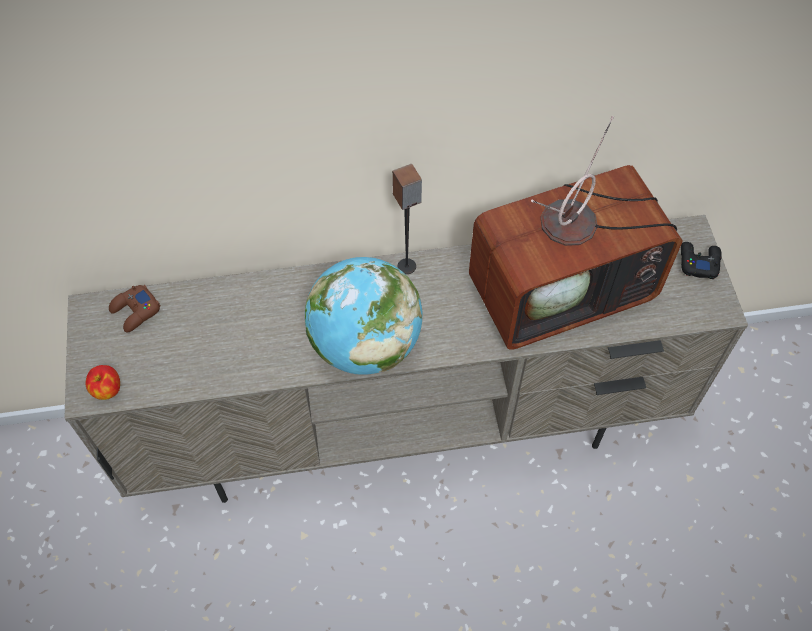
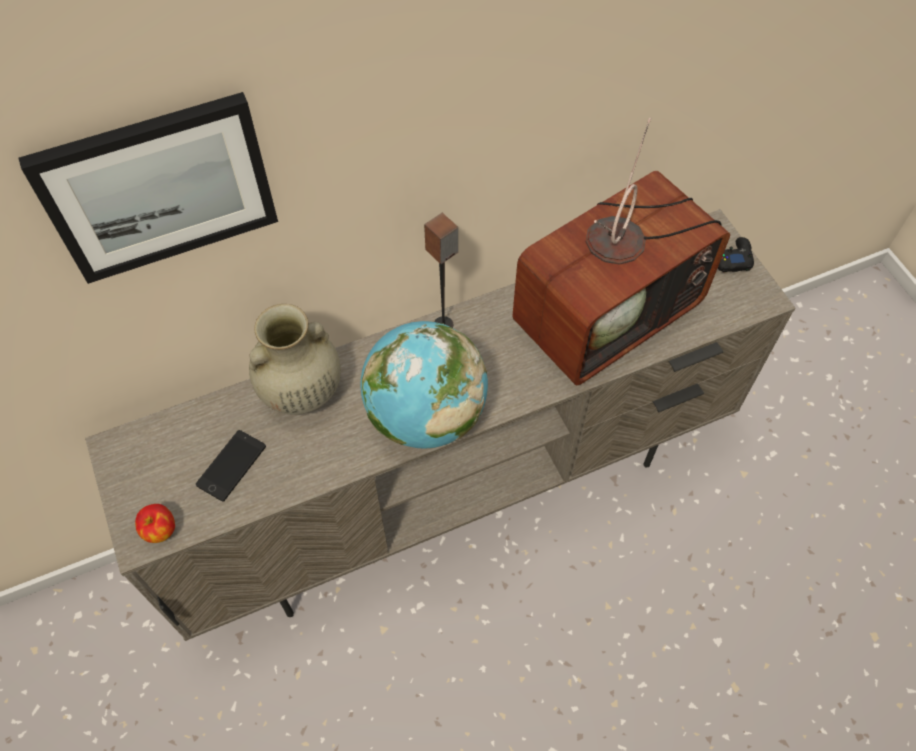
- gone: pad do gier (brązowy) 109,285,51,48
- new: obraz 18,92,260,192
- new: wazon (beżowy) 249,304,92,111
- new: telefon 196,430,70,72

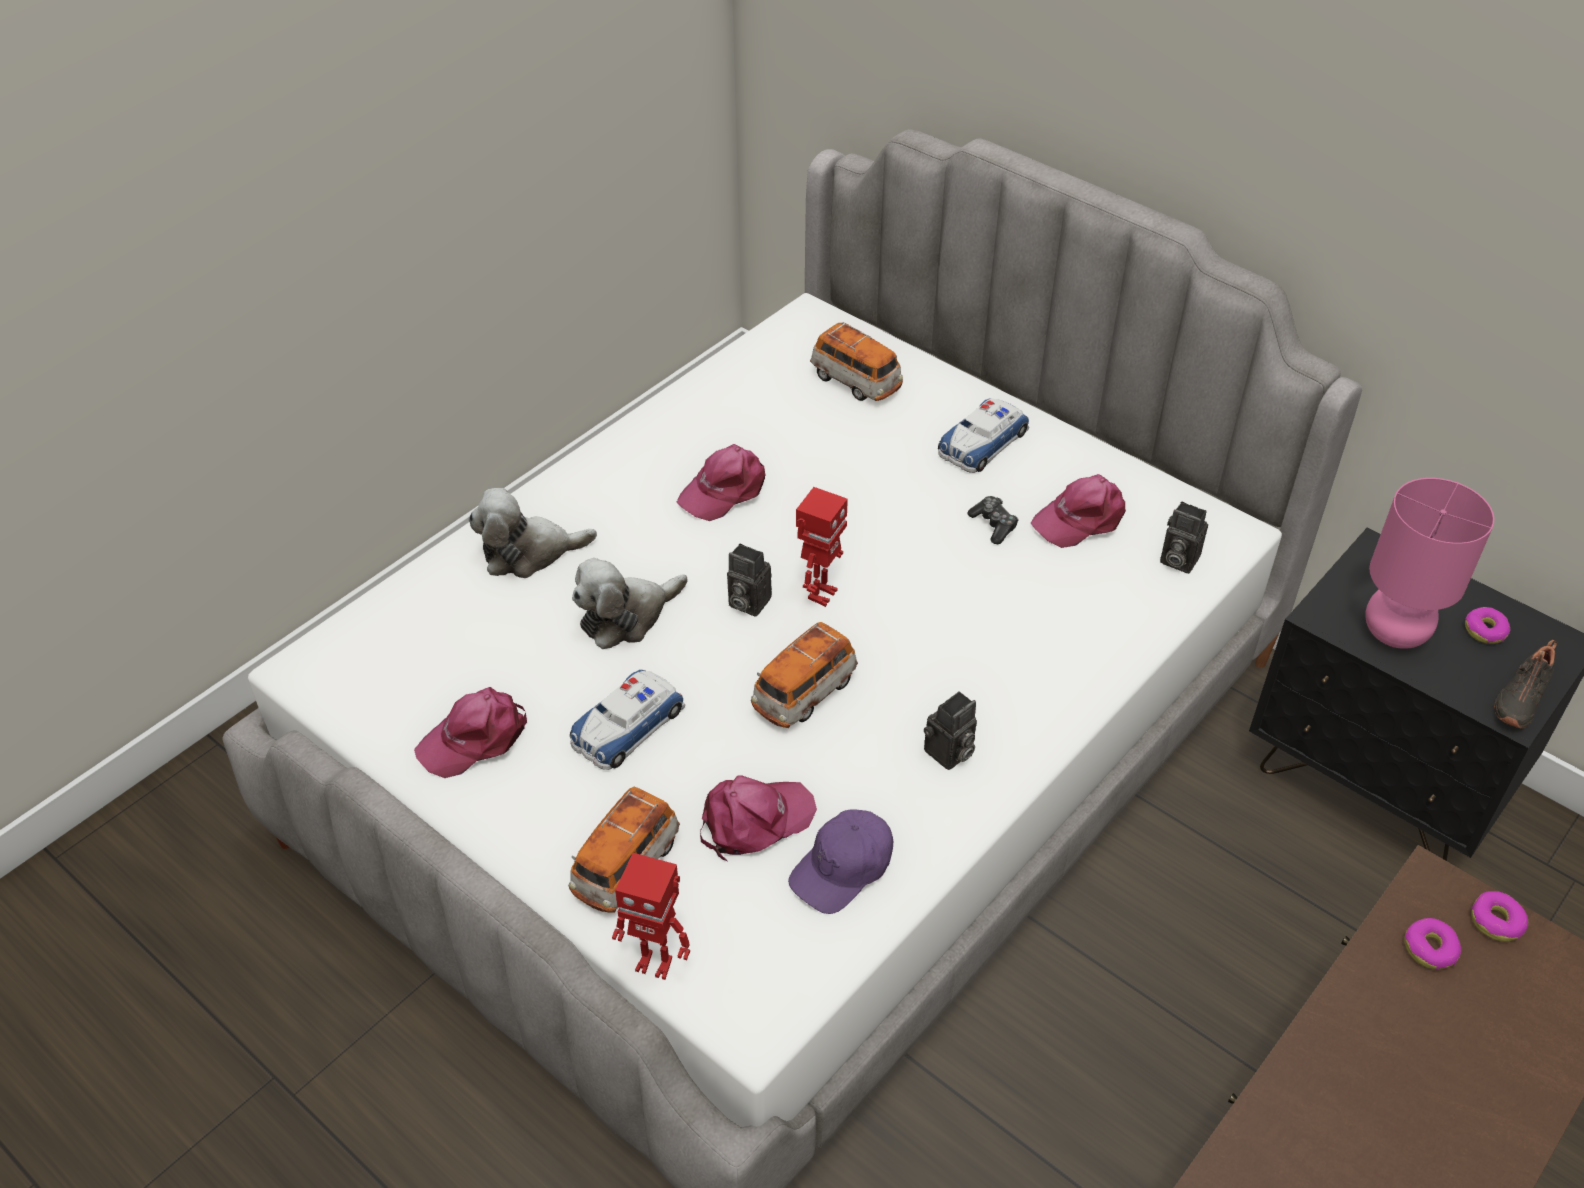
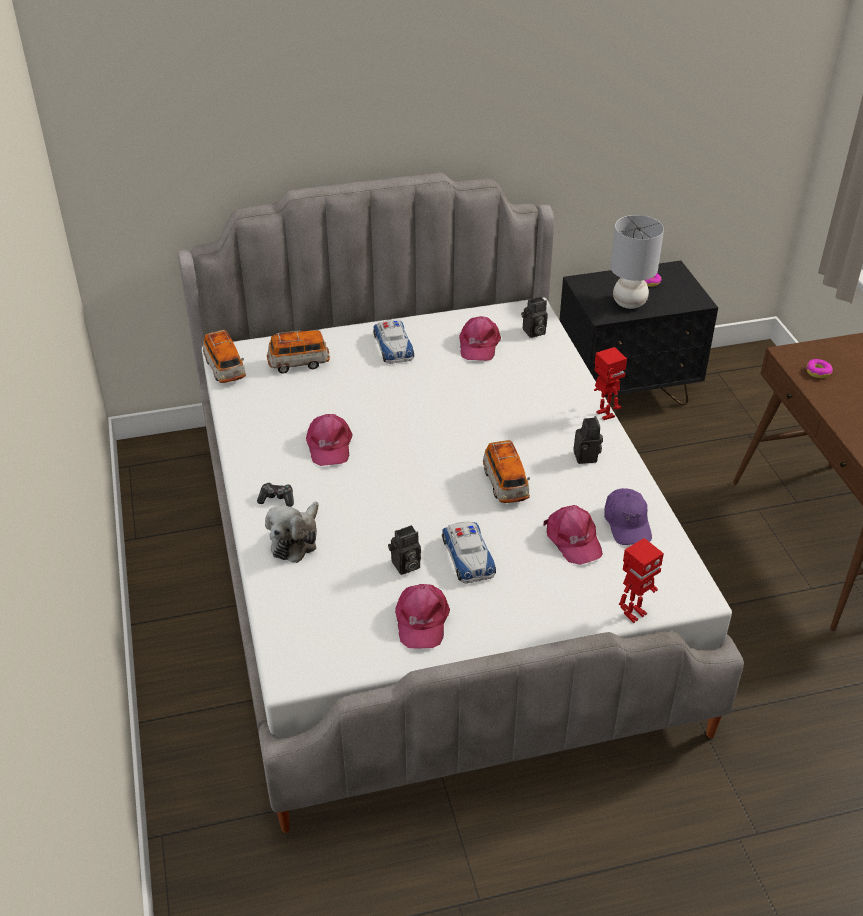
- repainted: lampa stołowa (różowy) 1365,478,129,171 to lampa stołowa (szary) 610,215,54,94
- shifted: robot zabawkowy 796,487,52,120 to 594,347,33,73
- shifted: pad do gier 967,496,52,48 to 257,483,37,24
- shifted: aparat fotograficzny 727,544,45,73 to 388,525,33,50
- gone: pluszak 572,558,116,91
- gone: but (czarny) 1494,640,63,88
- rotated: czapka z daszkiem (różowy) 700,775,117,86 = 543,505,60,60 150 degrees clockwise
- shifted: samochodzik 569,787,111,126 to 203,330,43,53
- gone: donut 1471,891,57,51

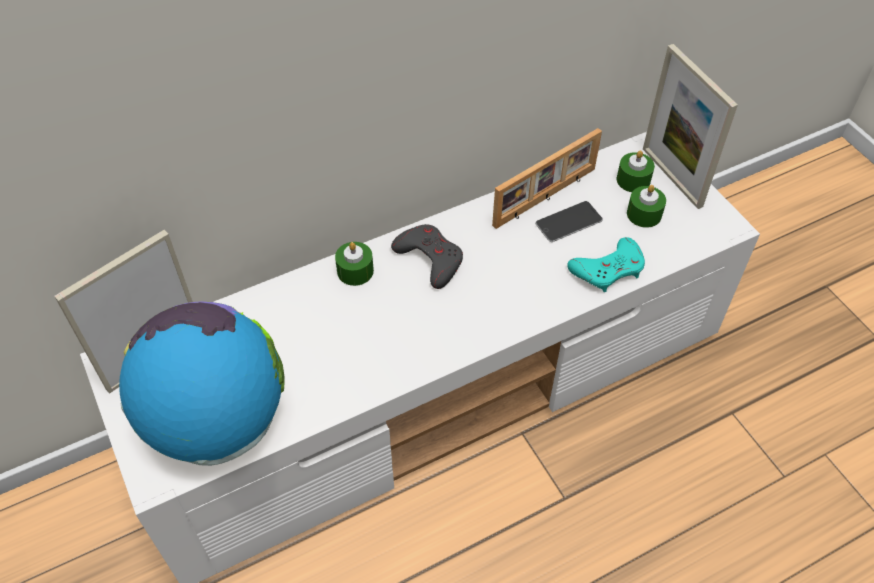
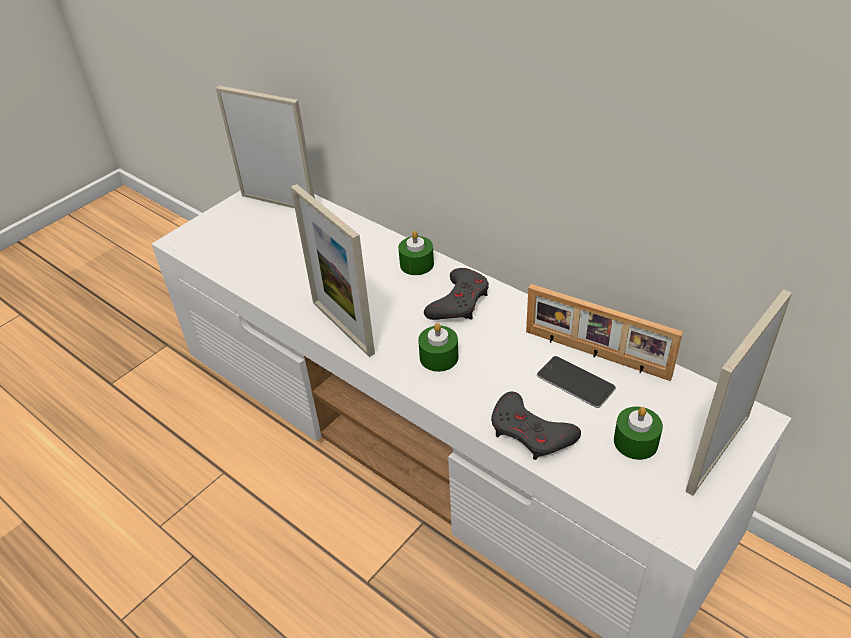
- shifted: świeca (zielony) 617,150,38,42 to 418,323,40,49
- repainted: pad do gier (turkusowy) 567,237,78,55 to pad do gier (szary) 491,391,90,69
- gone: globus 119,301,166,165
- new: ramka na zdjęcie 291,184,84,173

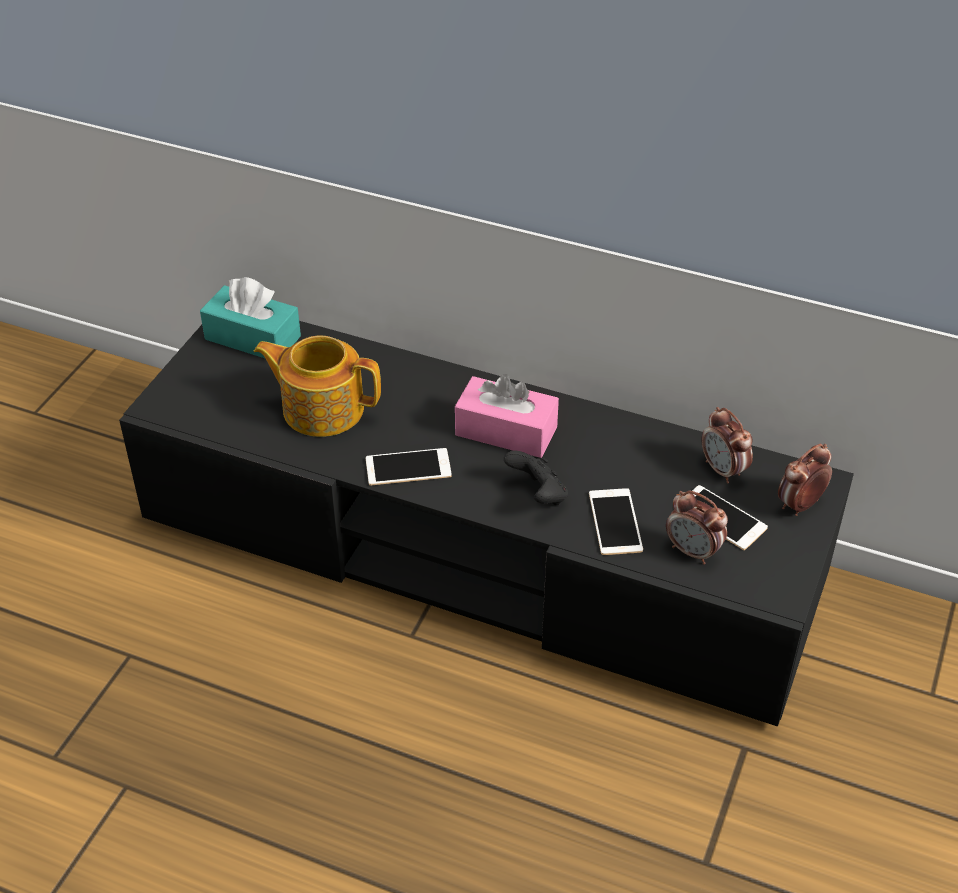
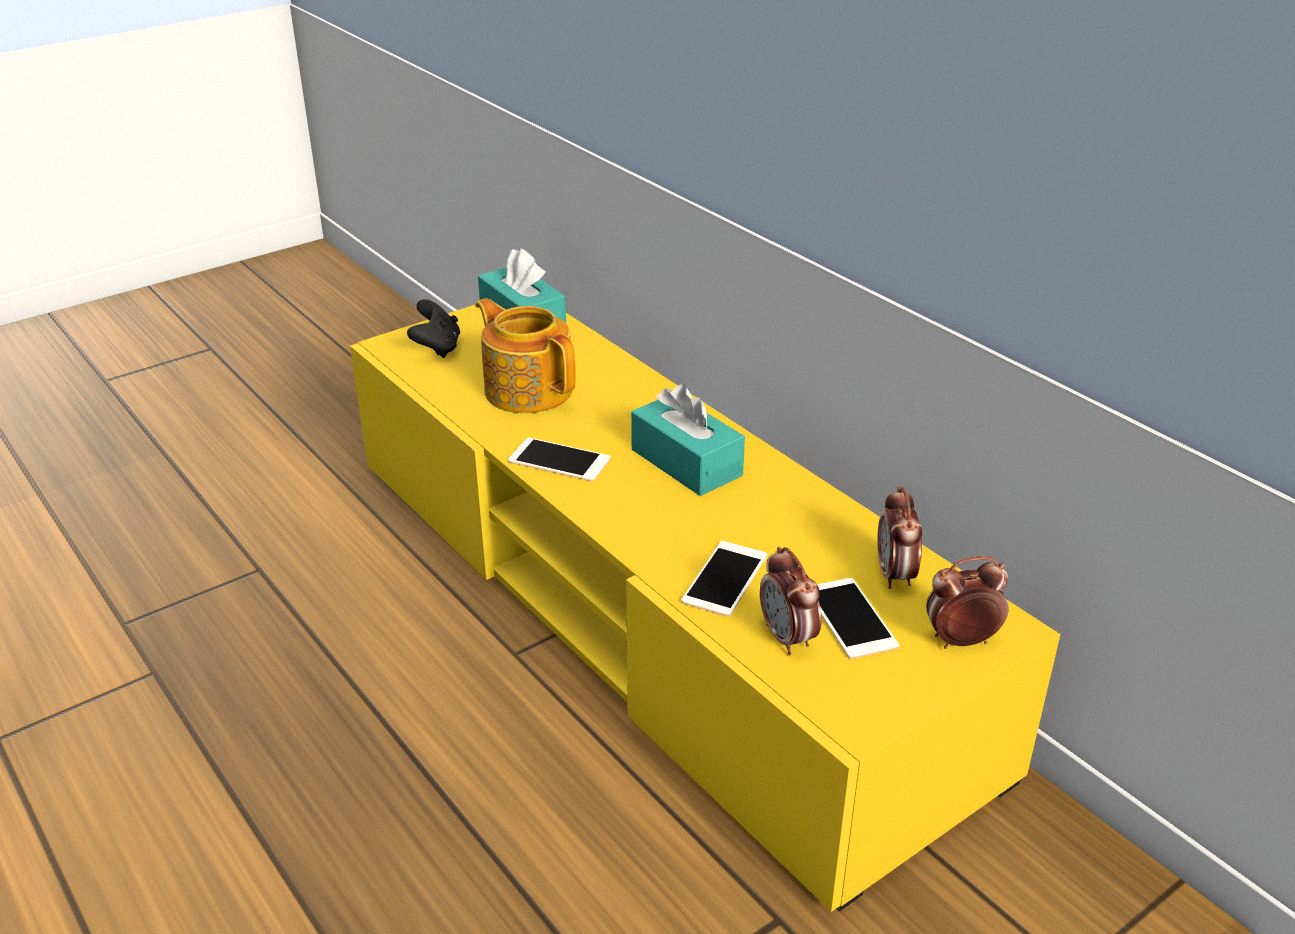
- repainted: szafka pod telewizor (czarny) 119,321,735,406 to szafka pod telewizor (żółty) 350,304,710,608
- repainted: pudełko chusteczek (różowy) 455,374,104,84 to pudełko chusteczek (turkusowy) 631,384,114,112
- shifted: pad do gier (czarny) 504,450,64,55 to 407,299,53,59

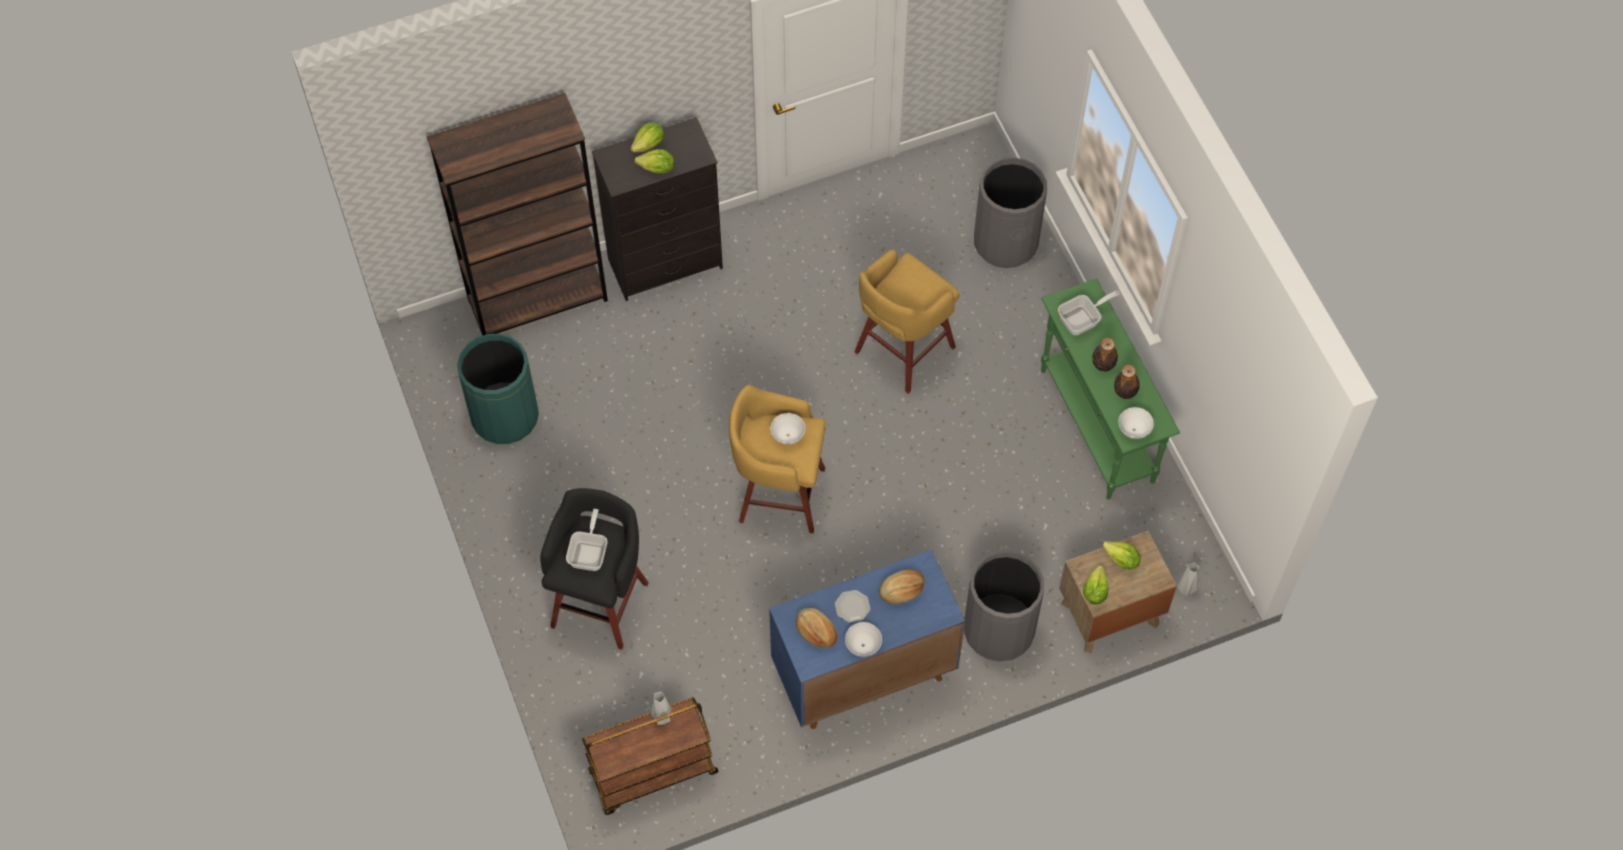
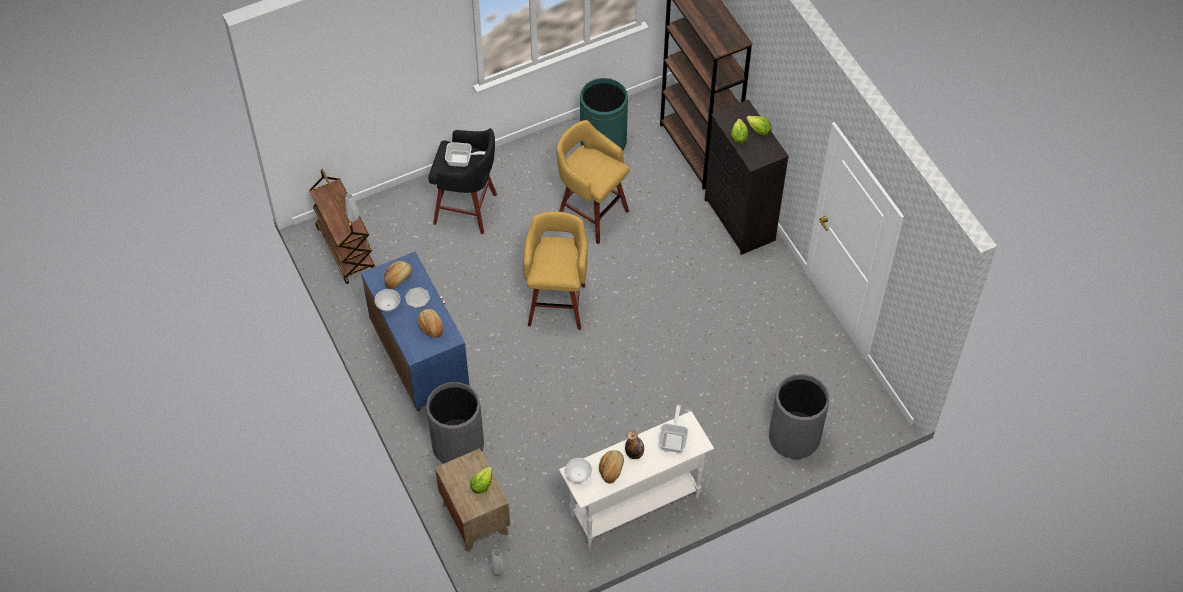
- shifted: stołek (żółty) 854,249,106,145 to 556,120,74,124
- repainted: stolik konsolowy (zielony) 1041,278,139,222 to stolik konsolowy (biały) 559,411,155,136
- rotated: patelnia 1058,291,62,44 = 658,405,30,48 135 degrees counterclockwise
- swapped: butelka 1114,365,26,34 to chleb 599,450,25,34
- gone: miska (biały) 770,413,35,31
- gone: sałata 1083,565,25,40

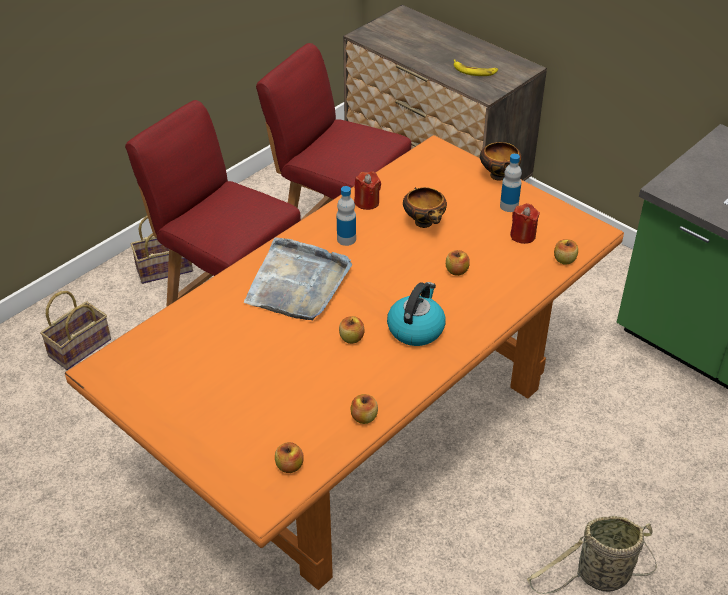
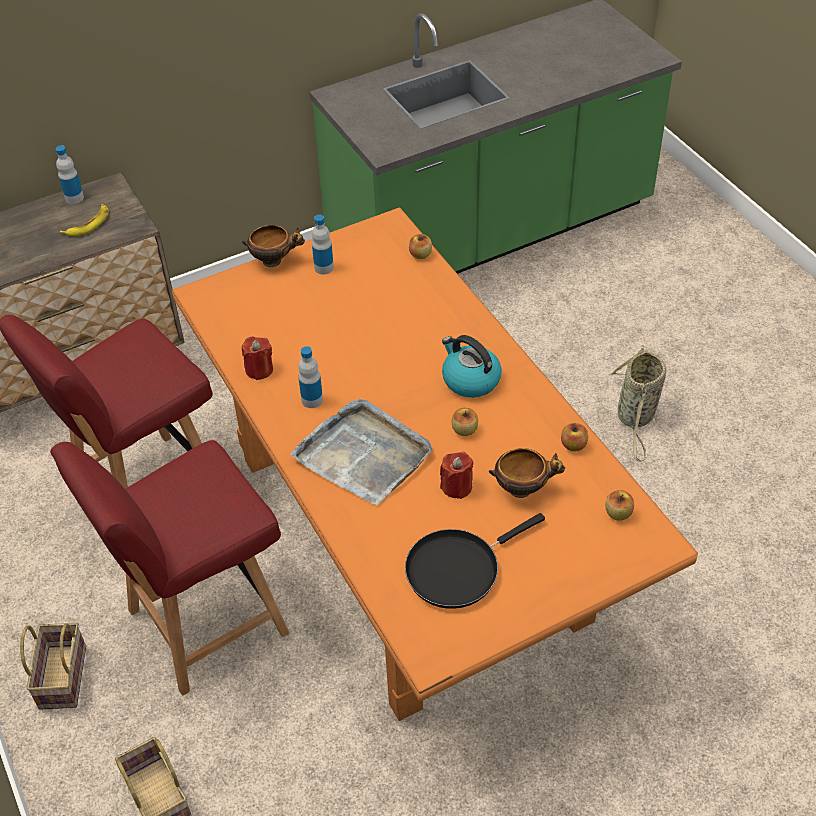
- shifted: miska 403,187,44,41 to 489,448,76,50
- shifted: świeca (czerwony) 510,203,30,41 to 440,452,33,47
- gone: jabłko 446,250,24,26
- new: butelka 56,145,28,59
- new: patelnia (czarny) 405,513,140,96

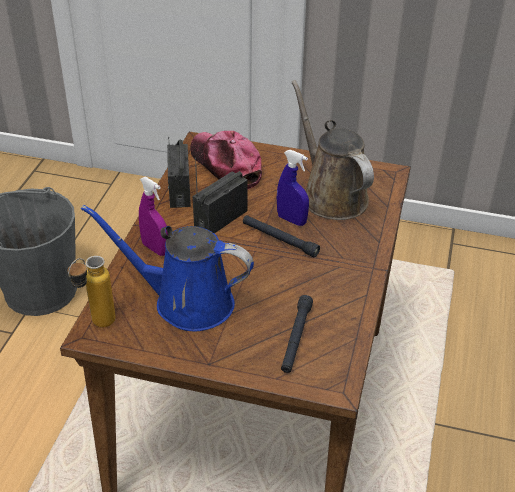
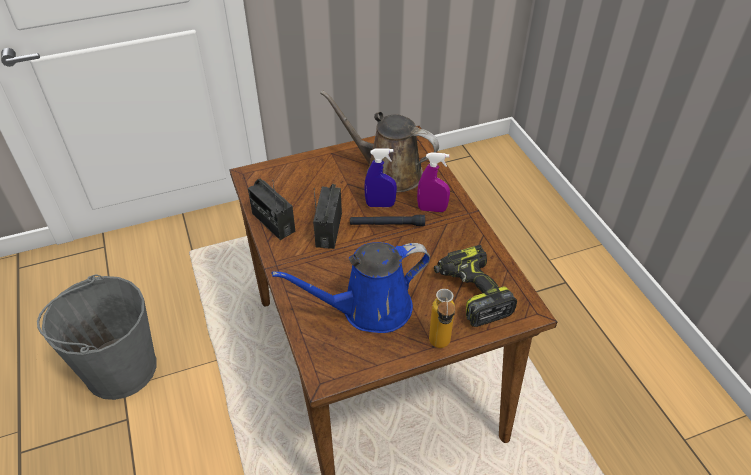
- gone: czapka z daszkiem 190,131,72,59
- shifted: spryskiwacz (fioletowy) 139,177,29,79 to 417,152,33,60
- shifted: butelka 67,256,49,71 to 429,289,26,59
- swapped: latarka (czarny) 281,295,32,78 to wiertarka 434,245,83,82

